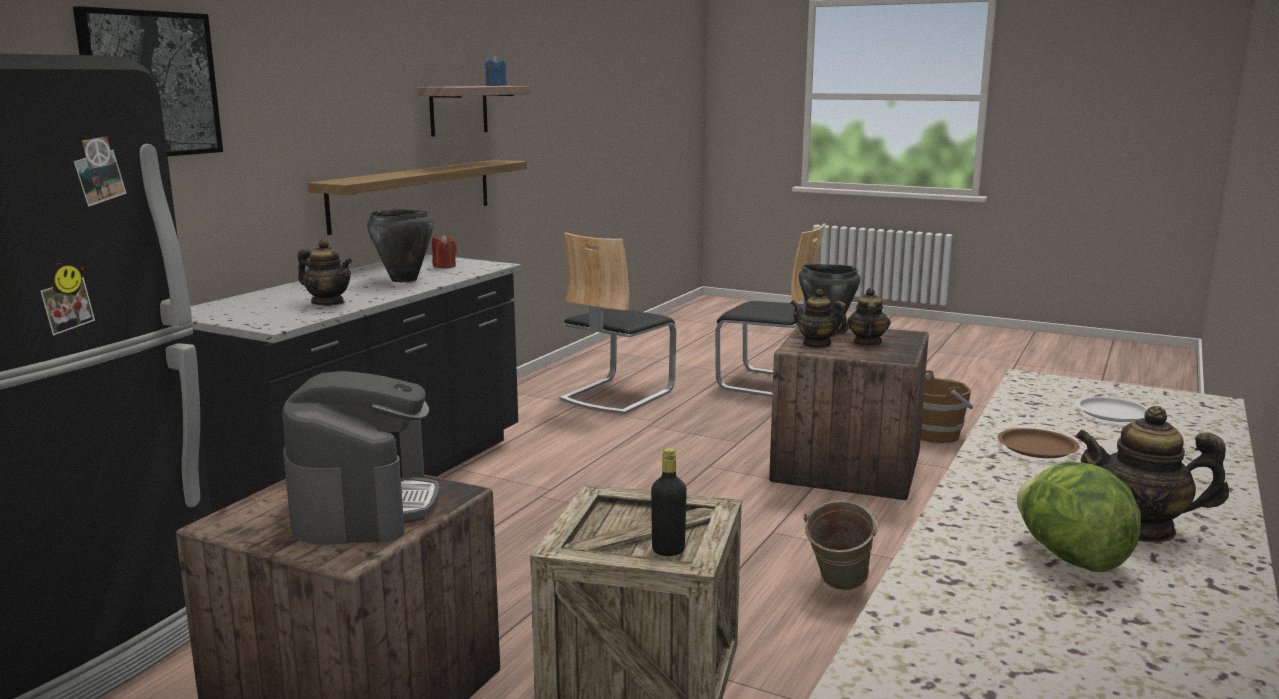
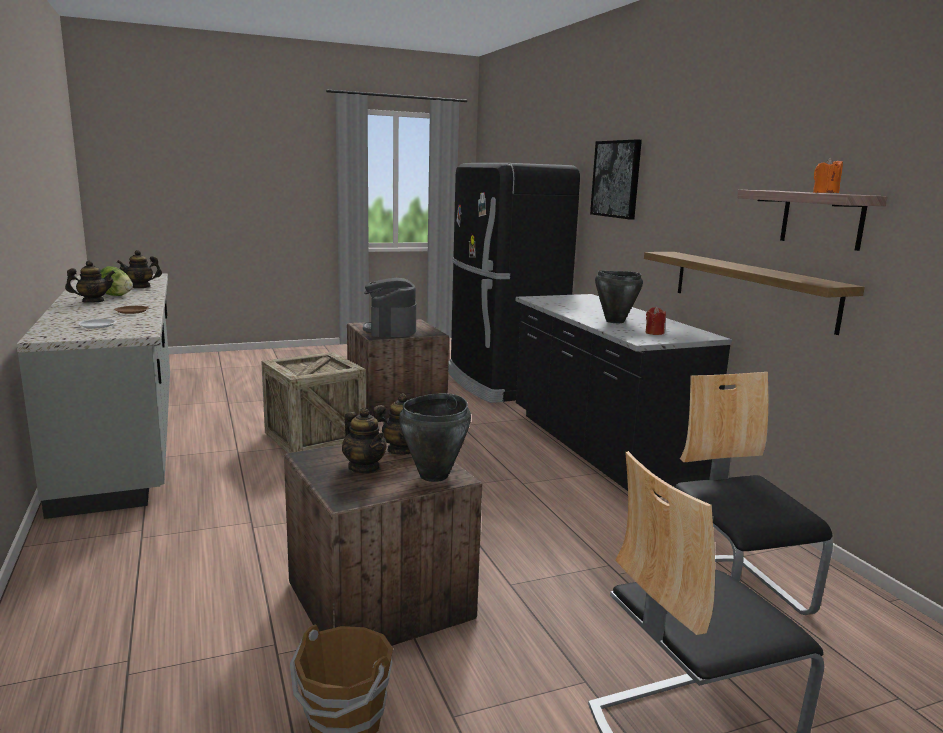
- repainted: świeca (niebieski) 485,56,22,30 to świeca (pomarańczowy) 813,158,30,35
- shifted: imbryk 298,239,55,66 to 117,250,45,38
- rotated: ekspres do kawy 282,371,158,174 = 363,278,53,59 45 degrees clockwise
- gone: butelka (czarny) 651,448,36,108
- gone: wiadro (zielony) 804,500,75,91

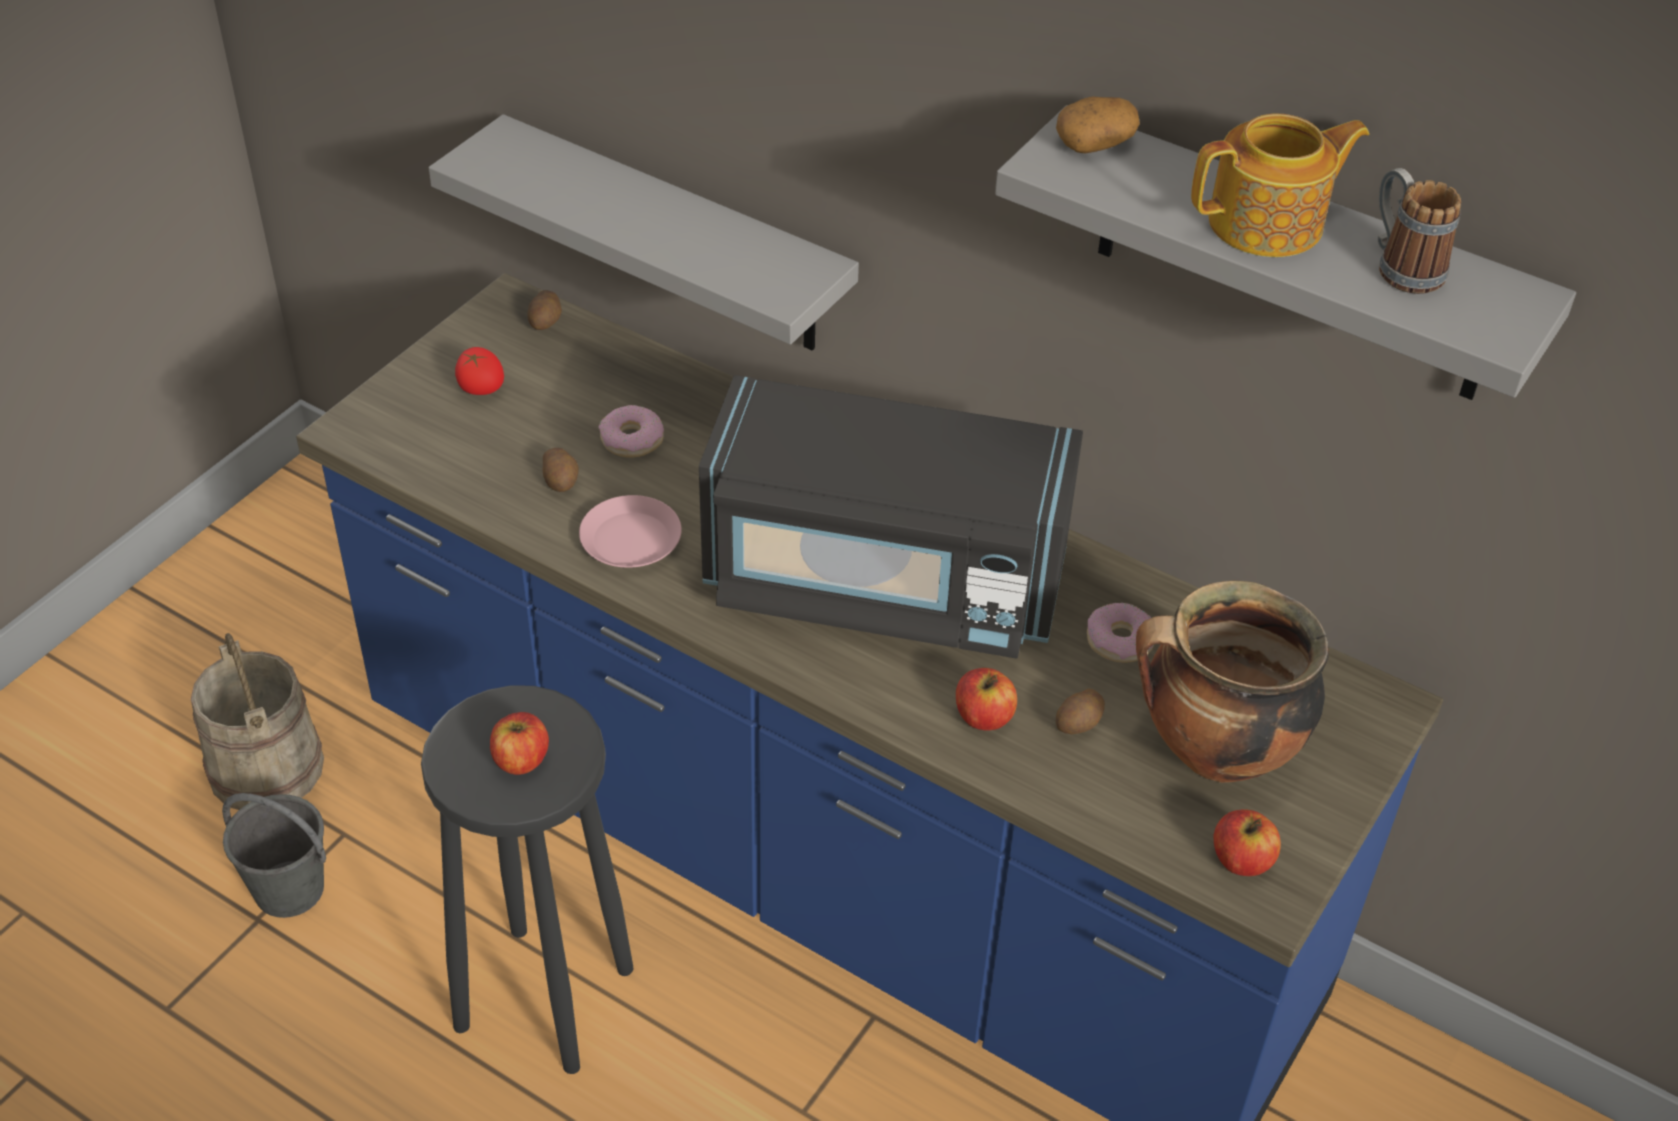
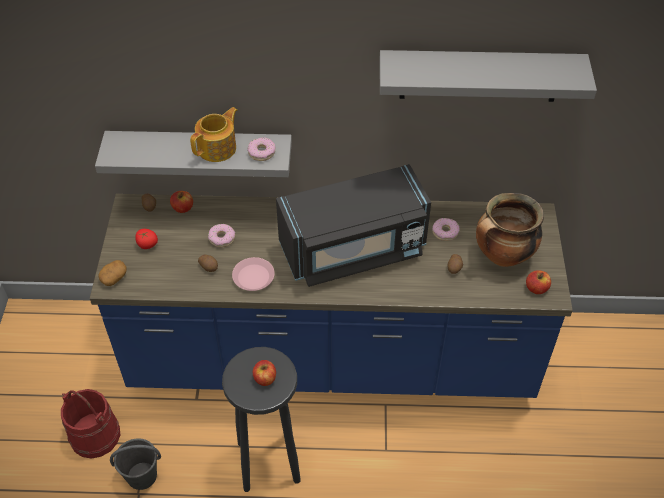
- shifted: ziemniak 1056,96,84,58 to 98,260,29,26
- shifted: imbryk 1191,114,178,143 to 190,107,47,55
- gone: kubek 1378,168,83,126
- repainted: wiadro (beżowy) 191,633,133,177 to wiadro (czerwony) 61,389,59,70
- shifted: jabłko 956,668,61,62 to 170,191,23,22
- new: donut 248,137,28,24

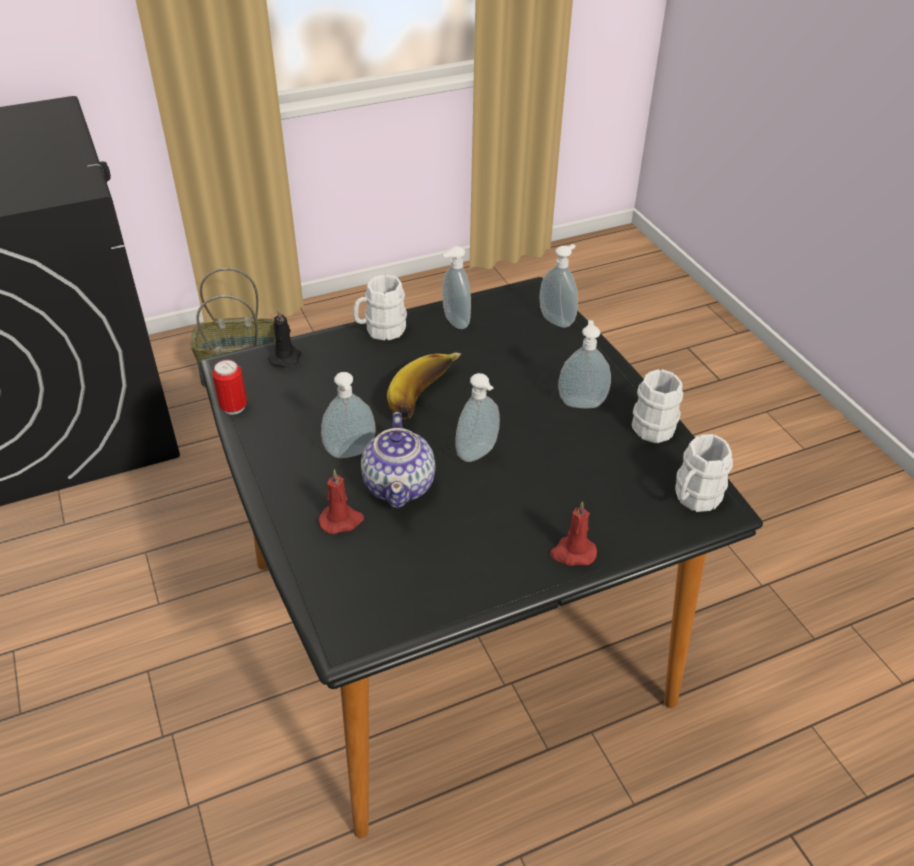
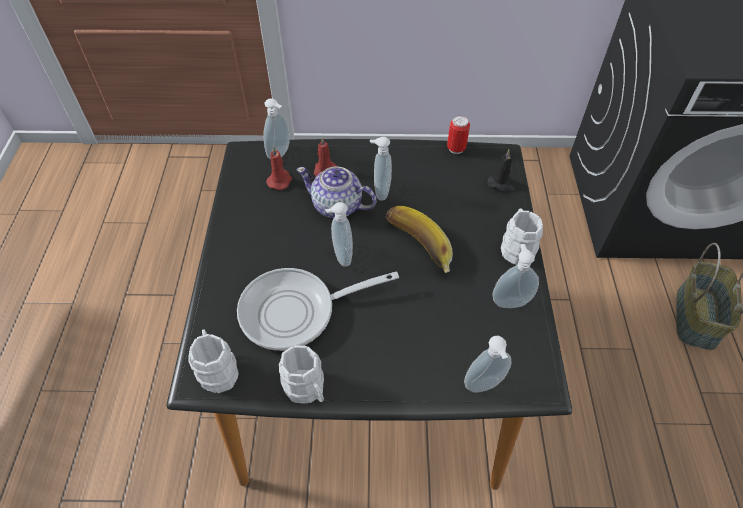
- shifted: dozownik mydła 558,320,53,88 to 263,98,27,62
- shifted: świeca (czerwony) 550,501,47,65 to 266,147,26,43
- new: patelnia 237,268,162,83

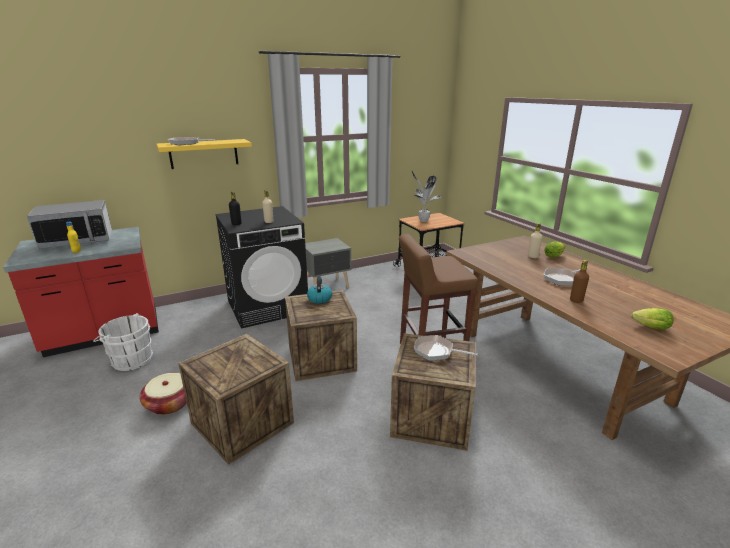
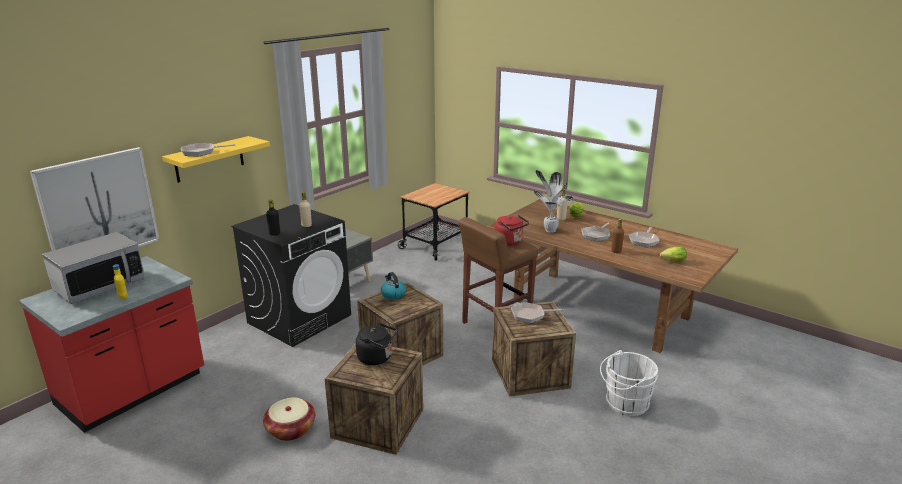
- shifted: roślina doniczkowa 411,170,31,52 to 534,170,39,63
- shifted: wiadro (biały) 93,313,60,58 to 600,350,58,66
- new: obraz 30,147,130,104
- new: czajnik (czerwony) 494,215,35,31
- new: patelnia 628,227,32,20
- new: czajnik (czarny) 356,323,41,42

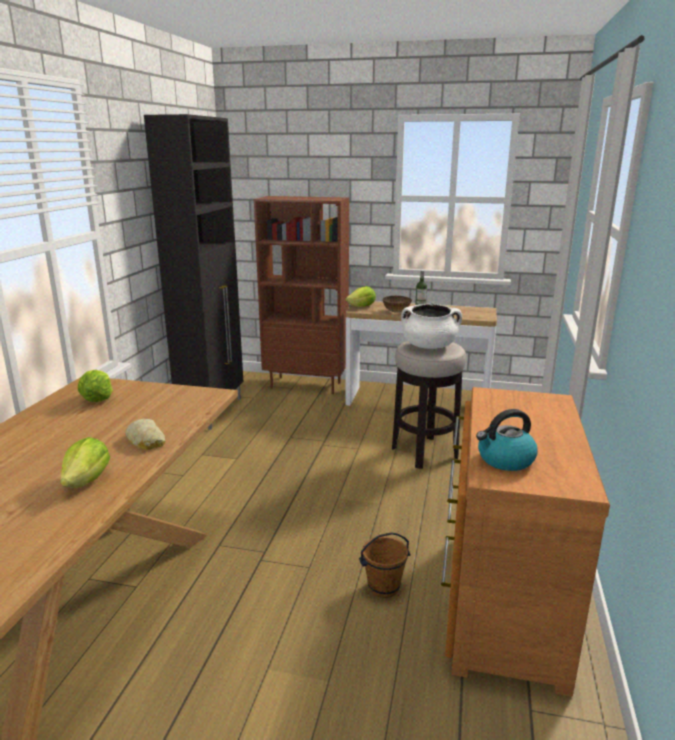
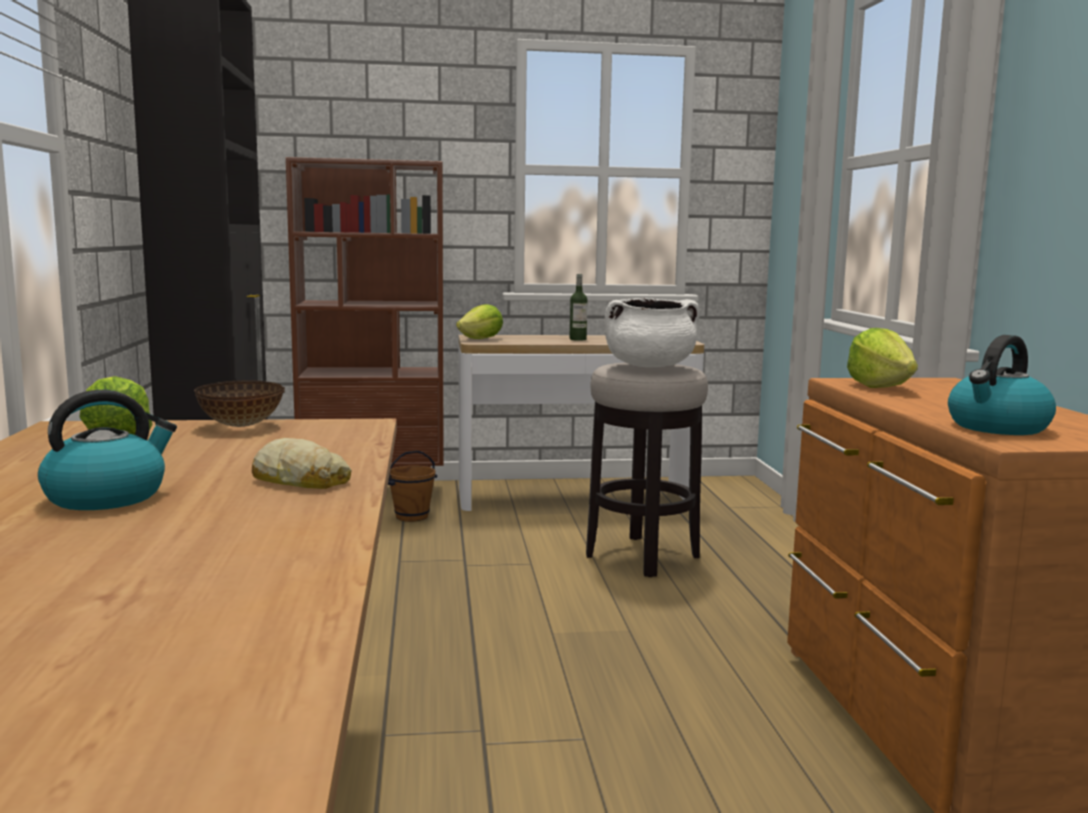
- shifted: miska 383,296,29,17 to 194,380,91,47
- shifted: sałata 60,437,50,51 to 847,328,71,60
- shifted: wiadro (brązowy) 359,532,51,66 to 388,450,49,72
- new: czajnik 38,390,139,120

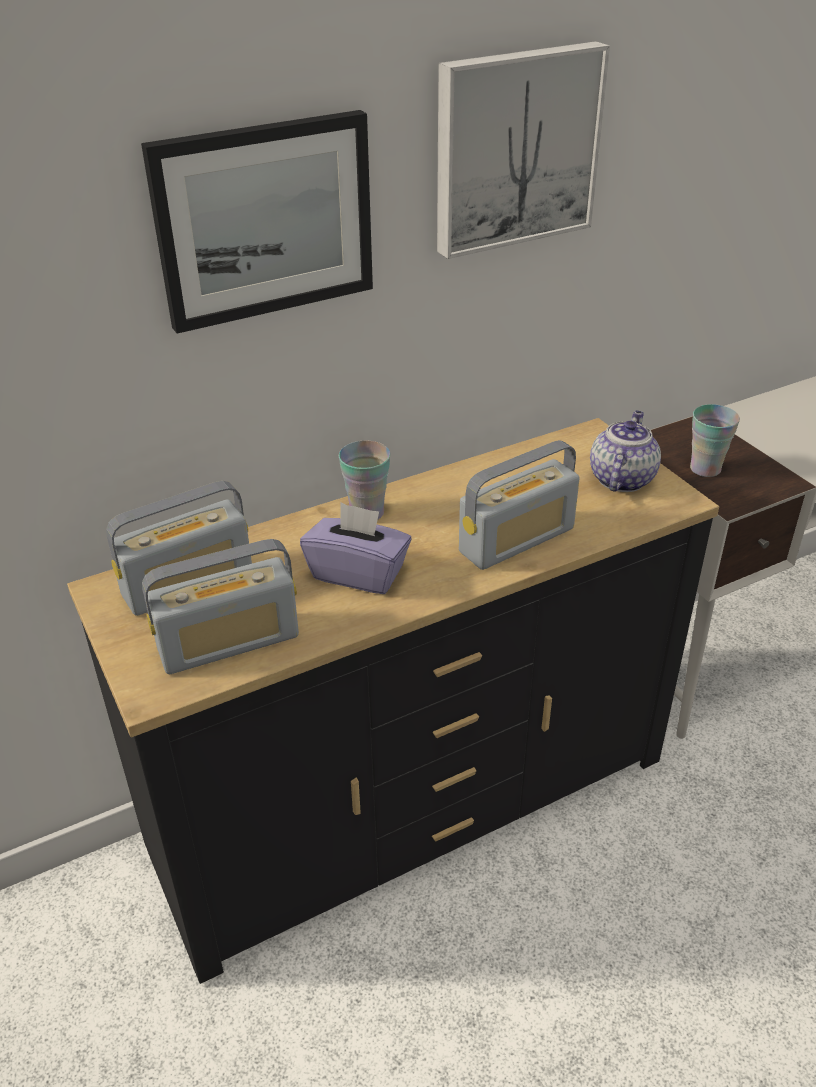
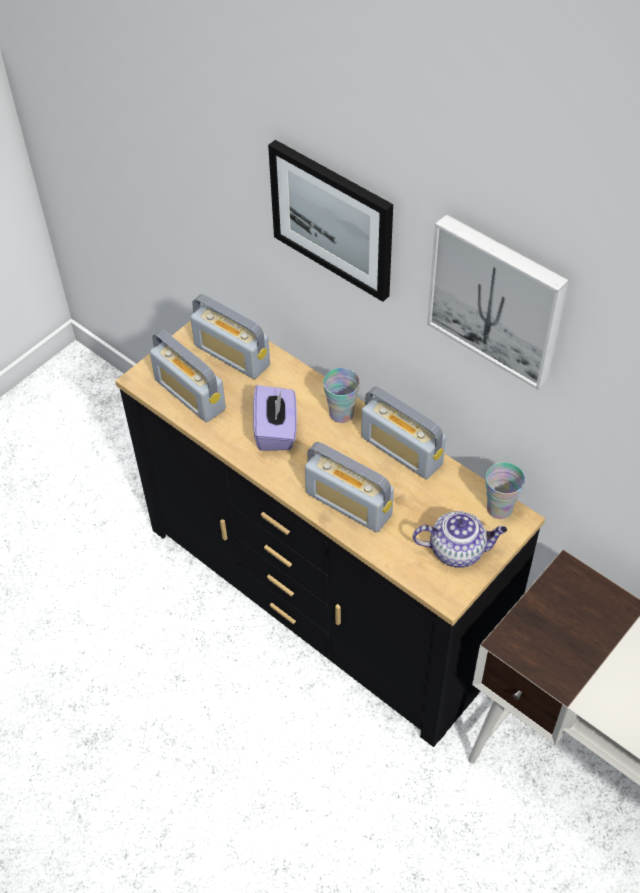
- shifted: filiżanka 690,404,50,73 to 486,462,39,57
- new: radio 361,386,85,93

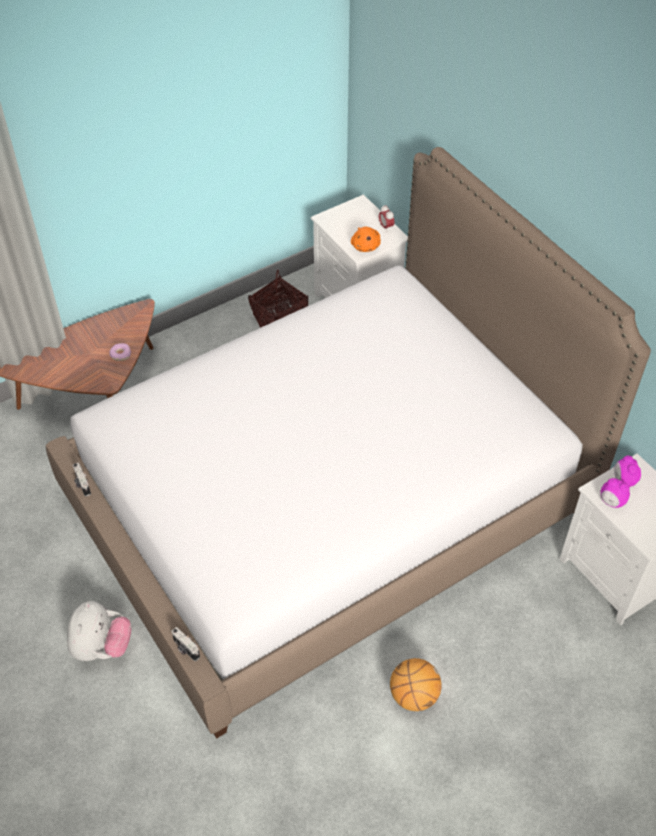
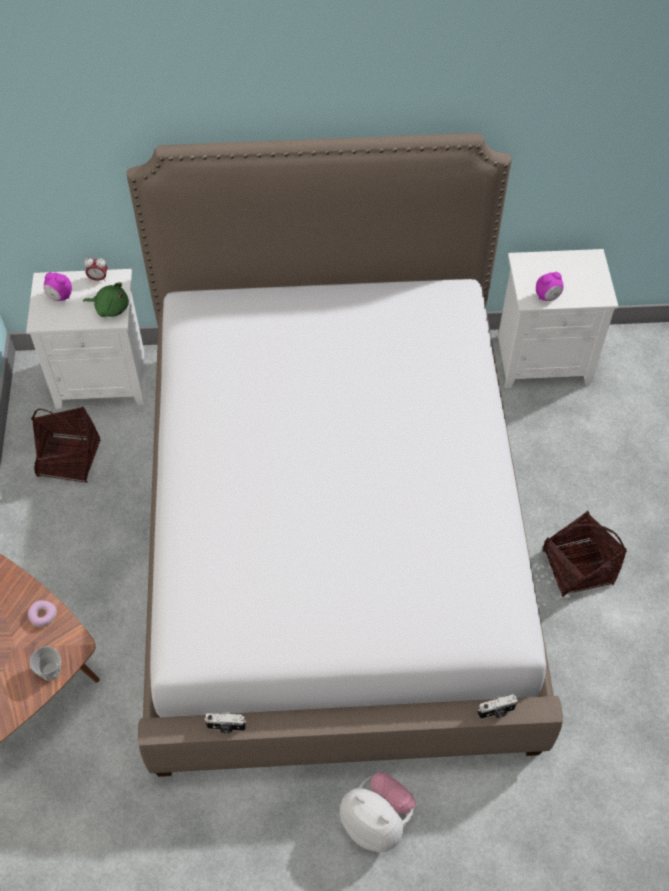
- repainted: pluszak (pomarańczowy) 351,227,30,25 to pluszak (zielony) 83,282,46,35
- shifted: budzik 614,456,27,31 to 44,272,28,29
- swapped: piłka do koszykówki 390,658,52,53 to koszyk 542,510,85,87
- new: filiżanka 30,646,31,35

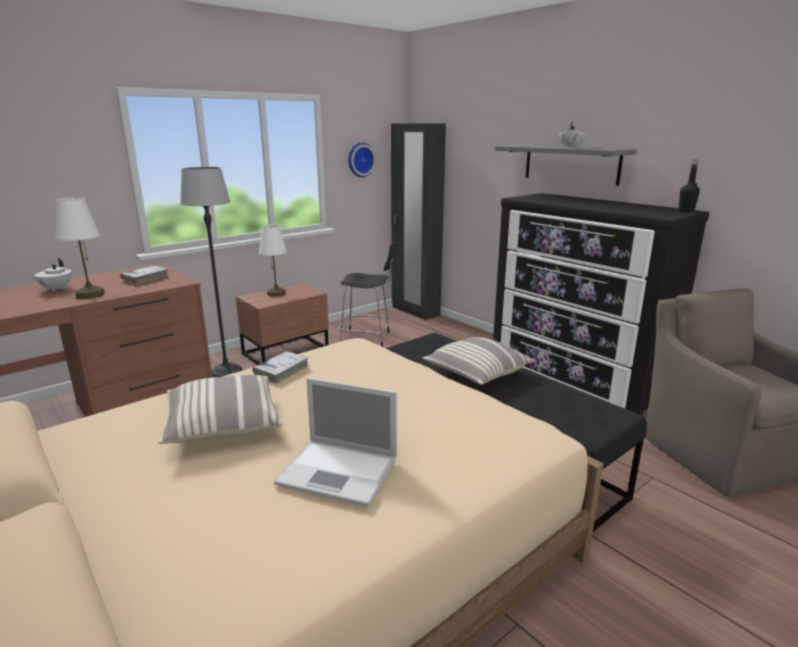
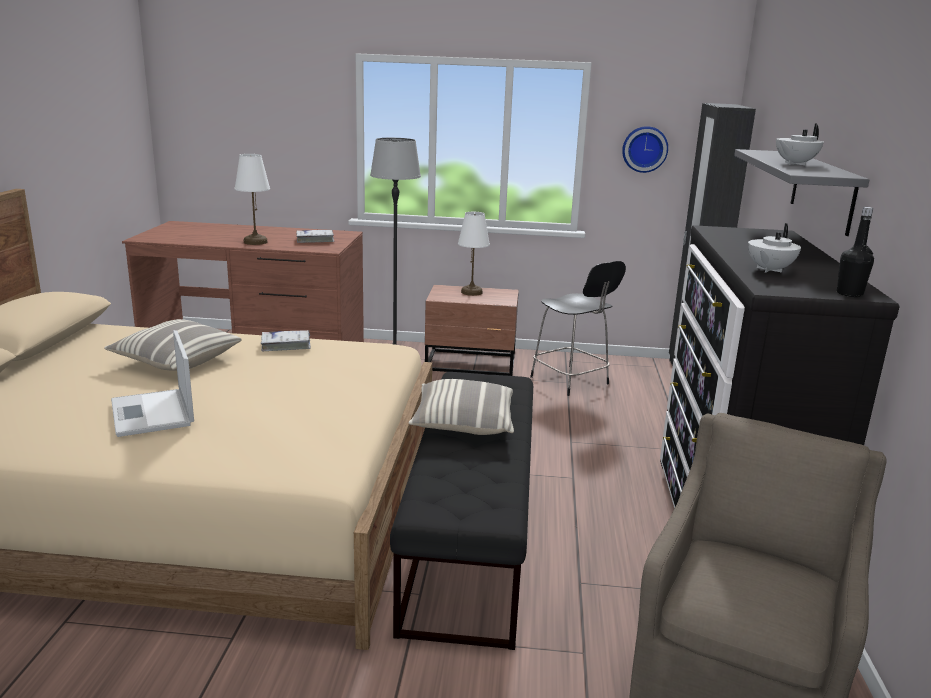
- shifted: imbryk (biały) 34,258,38,34 to 748,223,53,50

